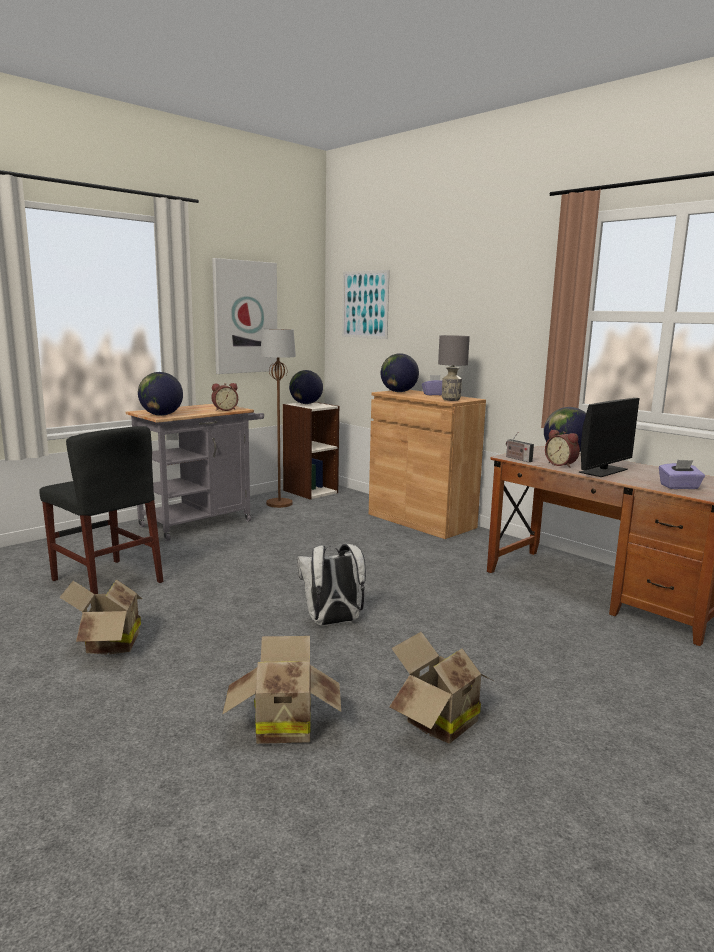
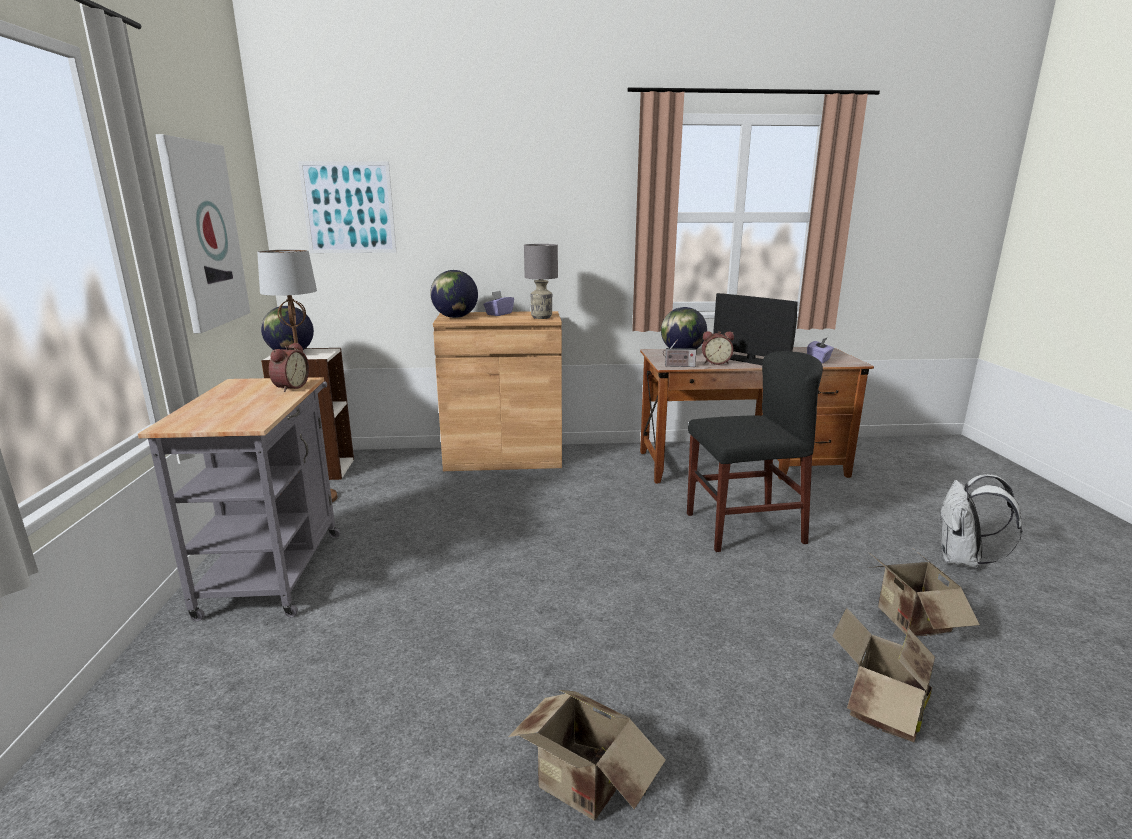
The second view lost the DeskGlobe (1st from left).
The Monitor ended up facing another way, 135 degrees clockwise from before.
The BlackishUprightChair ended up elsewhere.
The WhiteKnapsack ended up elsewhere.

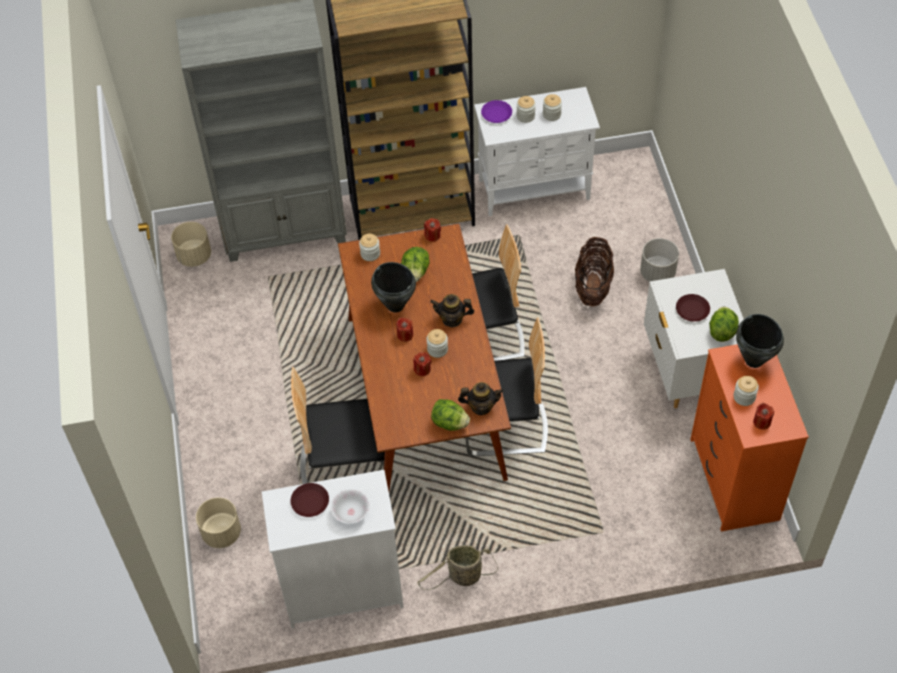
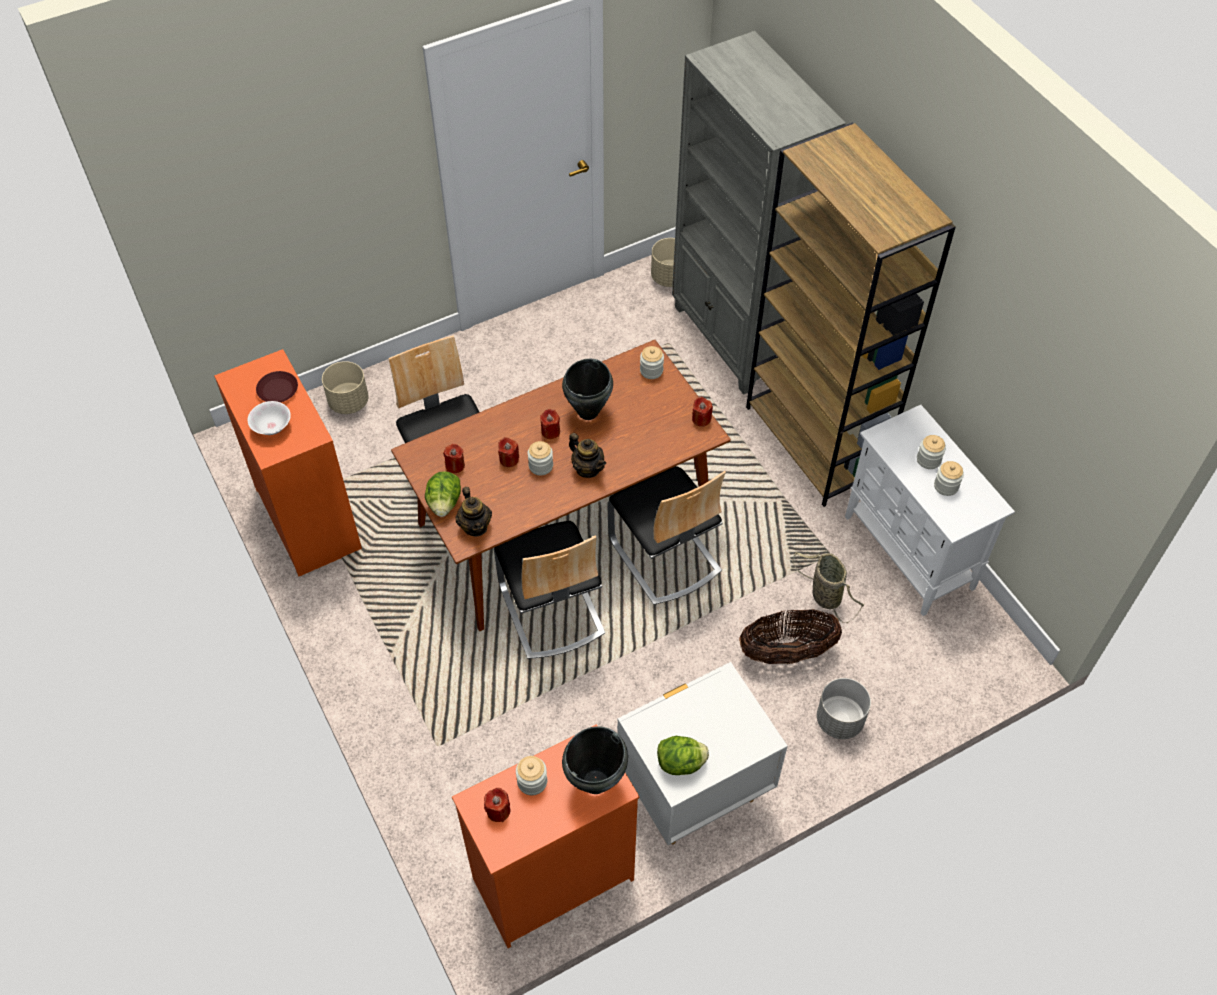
The second view lost the PurplishFlatDish.
The second view lost the HeadOfLettuce (1st from left).
The Teapot (1st from left in the first image) ended up facing another way, 150 degrees clockwise from before.
The second view lost the BrownishFlatDish (2nd from left).
What was the WhiteDrawerChest turned into the OrangeyDrawerChest (1st from left).
The HouseholdBasket (1st from left in the first image) ended up elsewhere.
The second view gained the RedColouredWaxLight (1st from left).

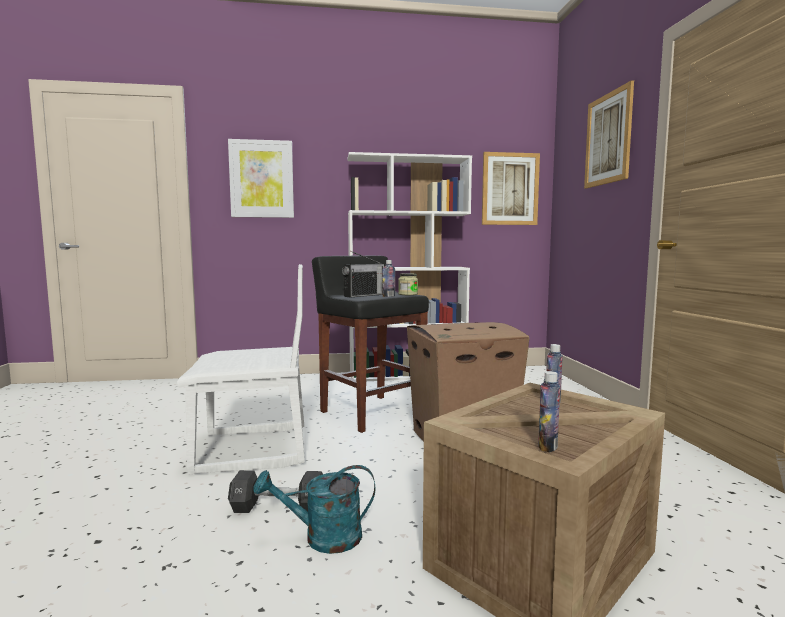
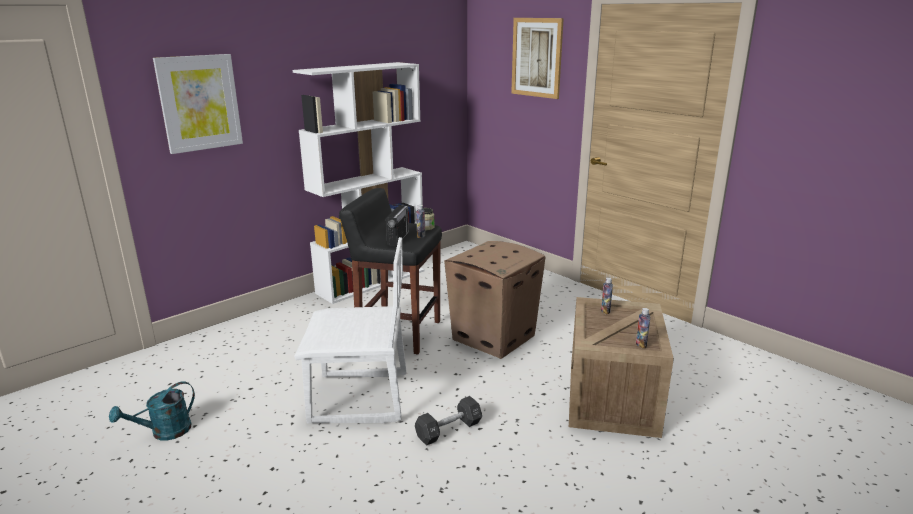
The second view lost the Picture (2nd from left).
The WhiteUprightChair ended up facing another way, 45 degrees clockwise from before.
The TurquoiseColouredSprinklingCan ended up elsewhere.

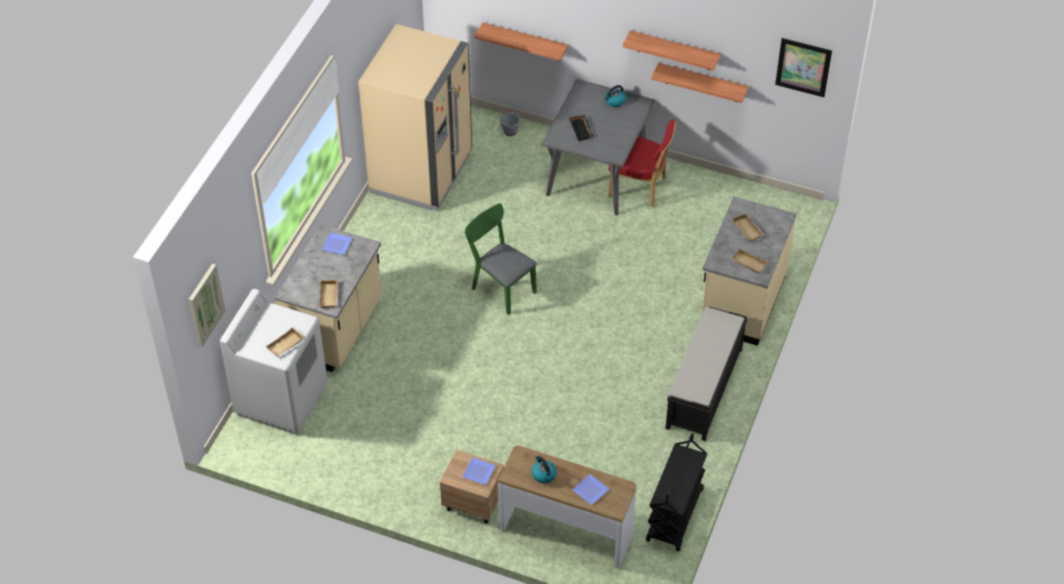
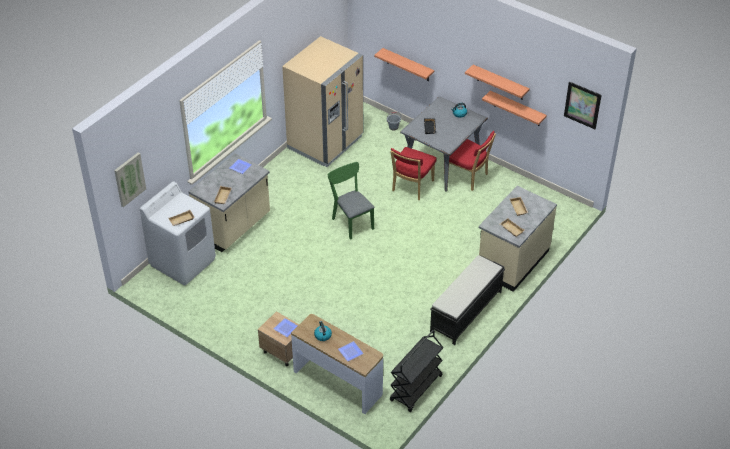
The second view gained the RedColouredUprightChair (1st from left).

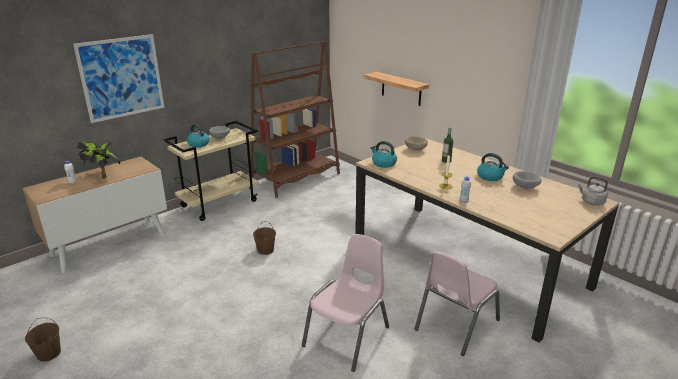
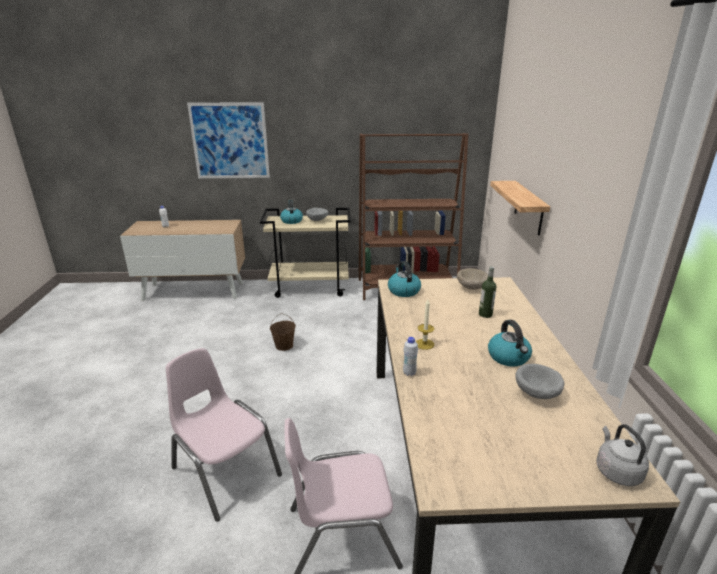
The second view lost the PlantInAPot.
The PinkColouredUprightChair (1st from left) ended up facing another way, 120 degrees counterclockwise from before.
The second view lost the BrownishWaterBucket (1st from left).

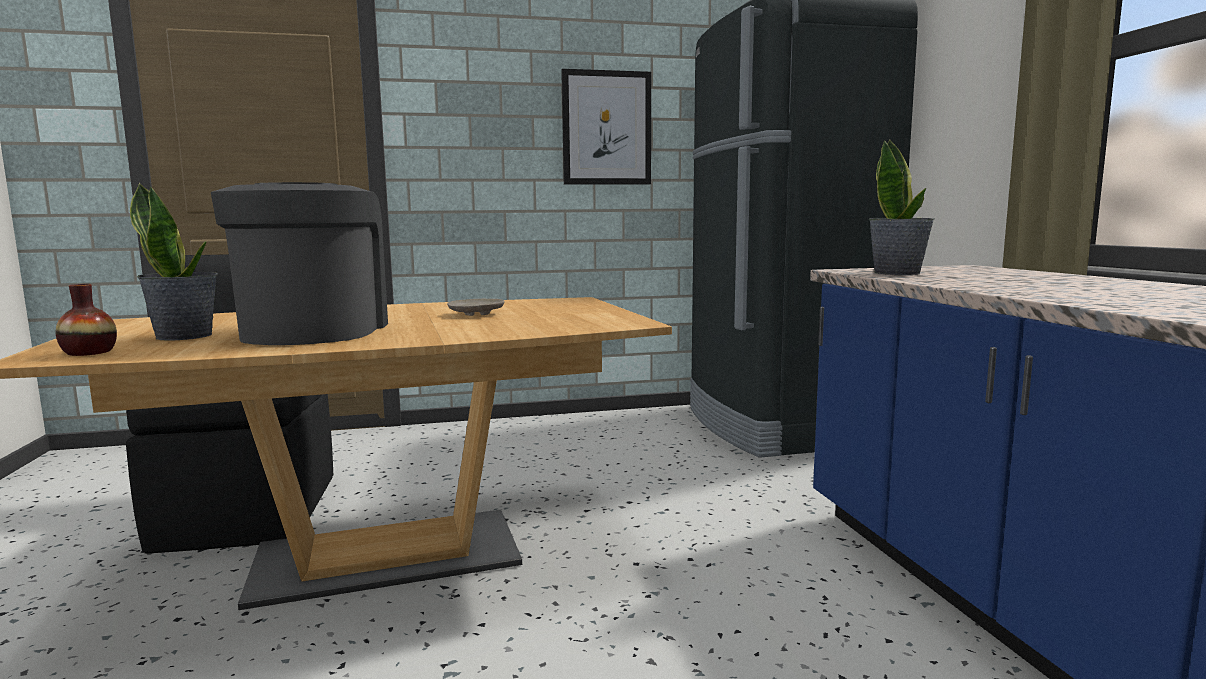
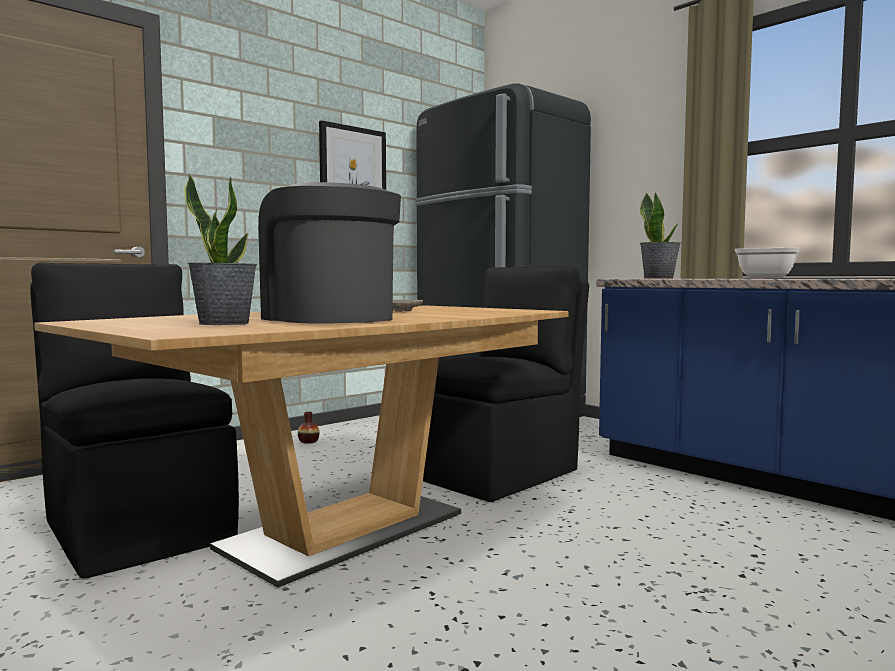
The Vase ended up elsewhere.
The second view gained the Pan.
The second view gained the BlackishUprightChair (2nd from left).

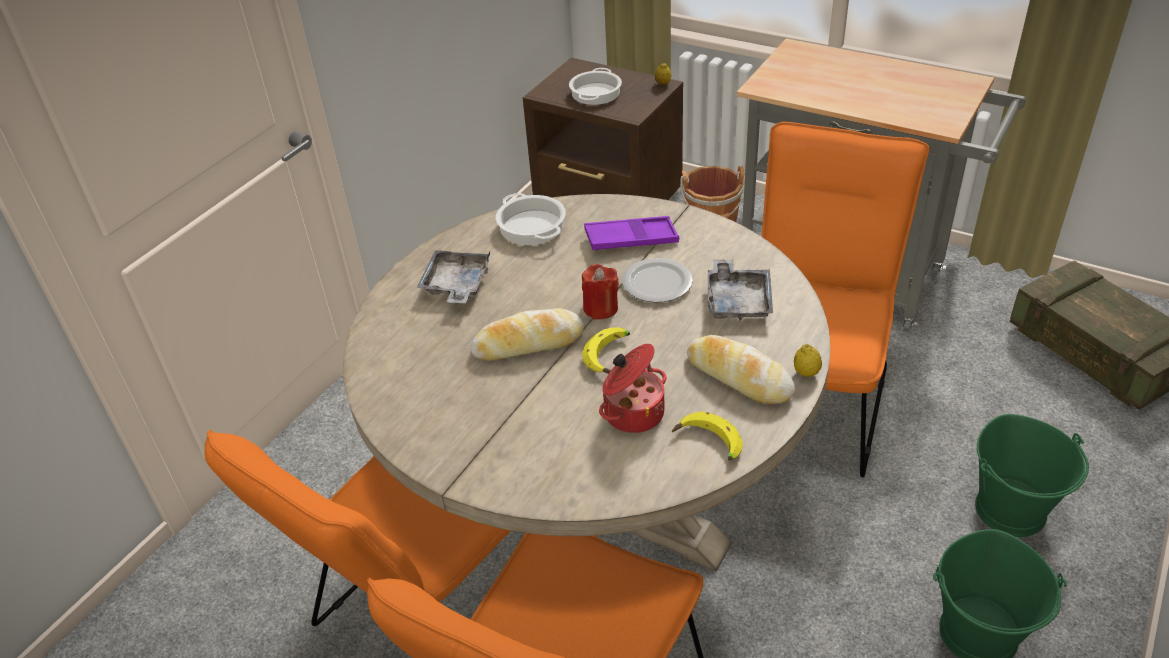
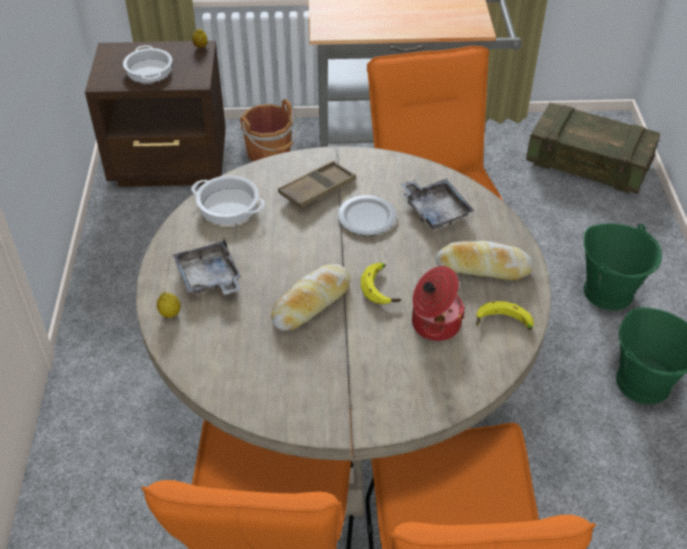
What was the PurplishTray turned into the BrownishTray.
The second view lost the RedColouredWaxLight.
The WholeLemon (2nd from left in the first image) ended up elsewhere.

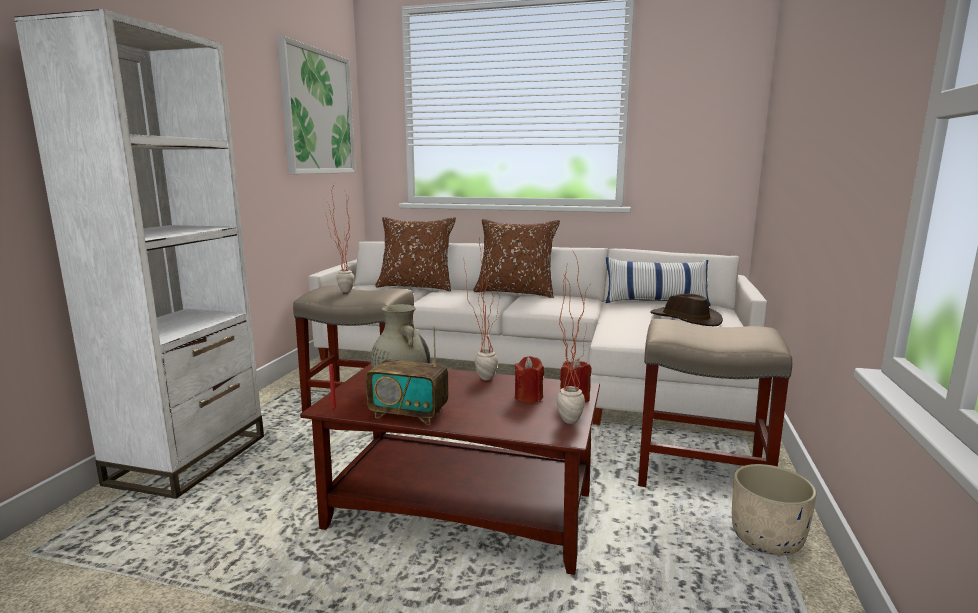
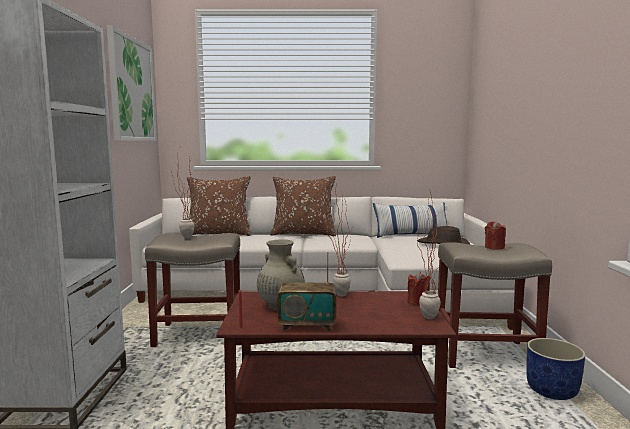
The RedColouredWaxLight (2nd from left in the first image) ended up elsewhere.
What was the SandColouredFlowerPot turned into the BlueColouredFlowerPot.

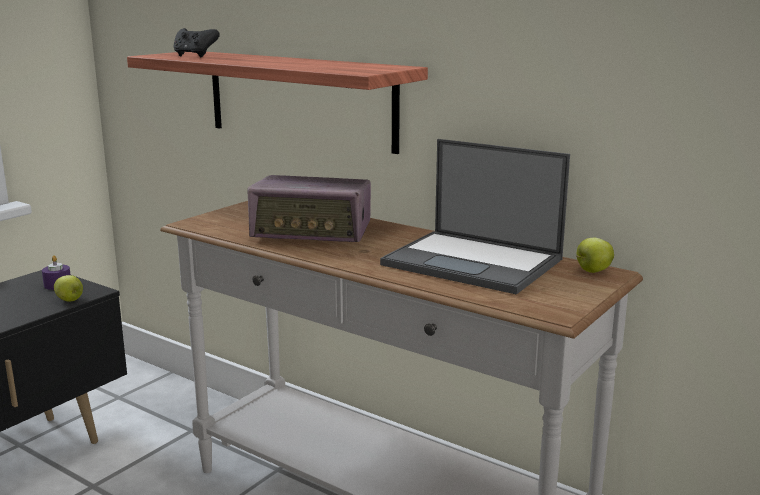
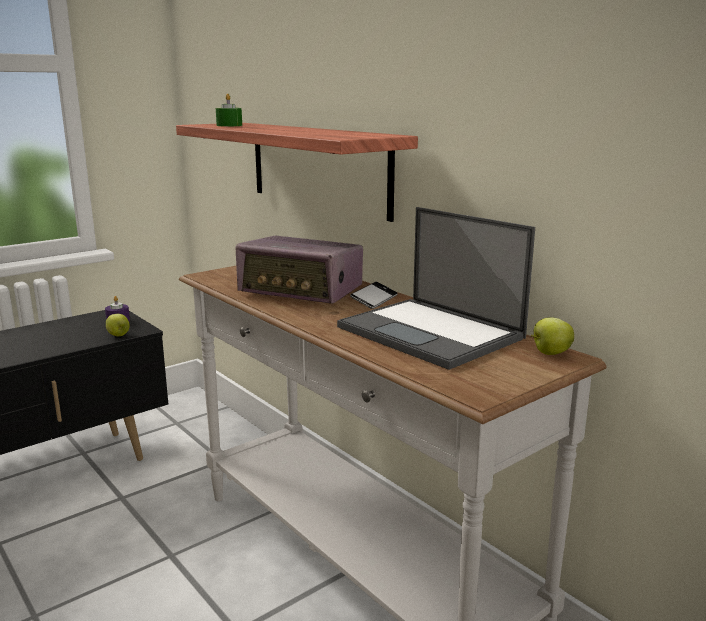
Where the BlackishJoypad stood, the GreenWaxLight came to stand.
The second view gained the Handset.

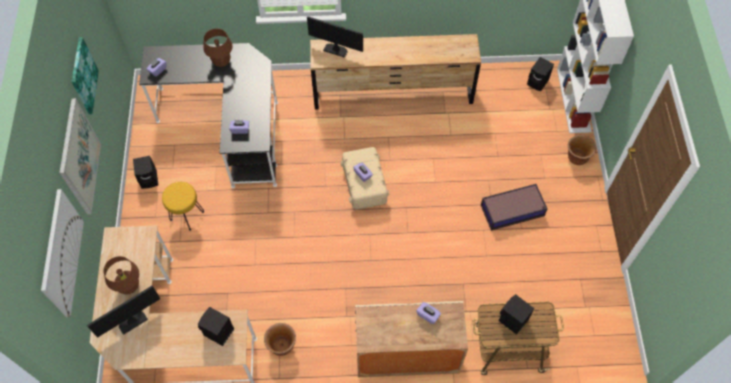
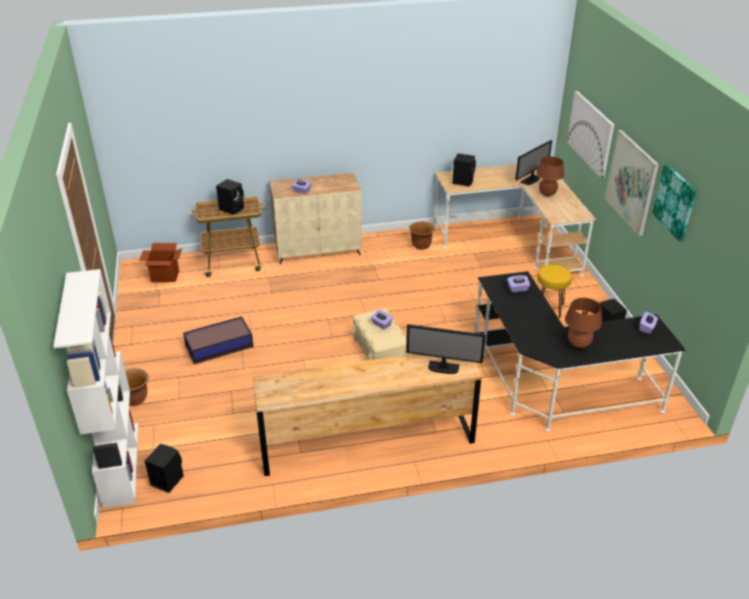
The second view gained the Carton.

